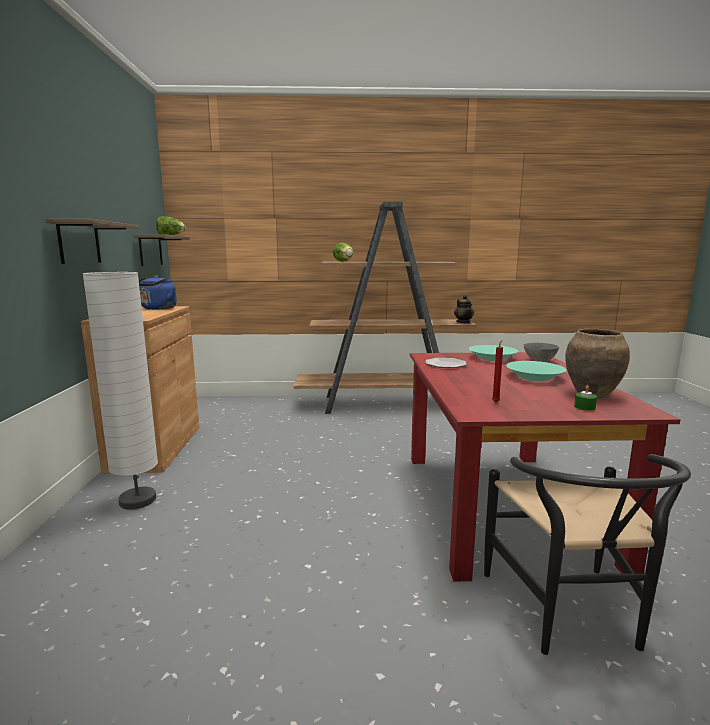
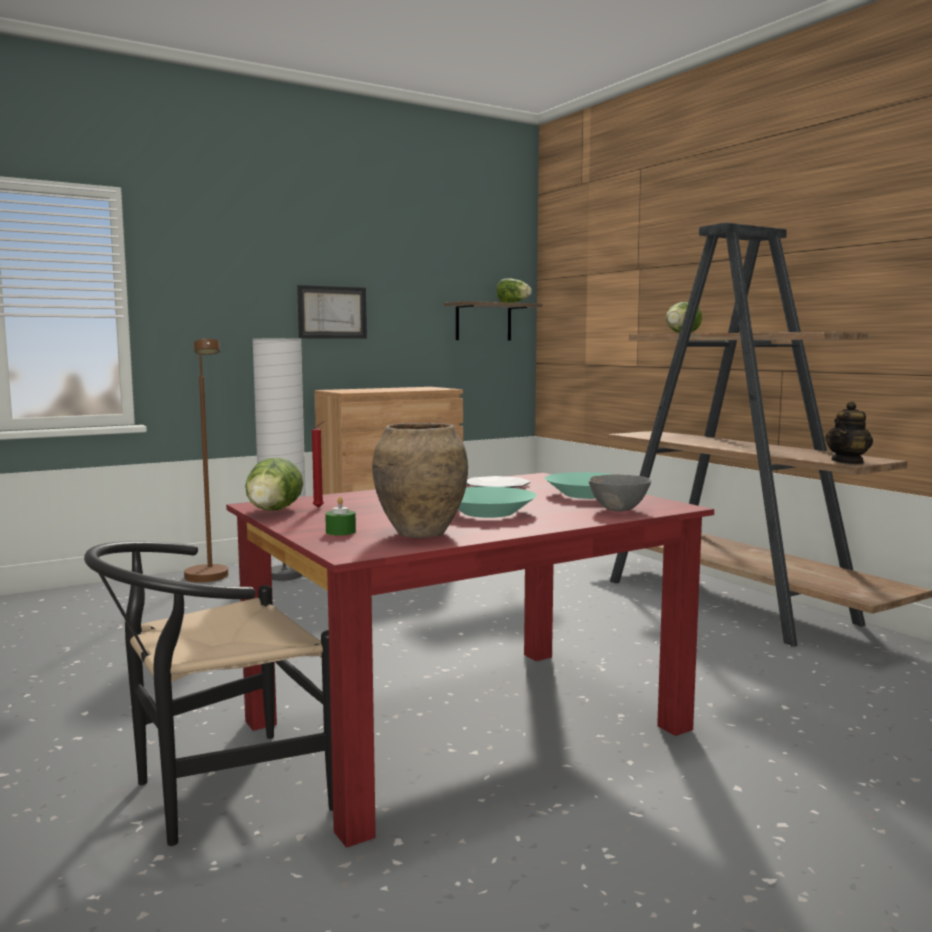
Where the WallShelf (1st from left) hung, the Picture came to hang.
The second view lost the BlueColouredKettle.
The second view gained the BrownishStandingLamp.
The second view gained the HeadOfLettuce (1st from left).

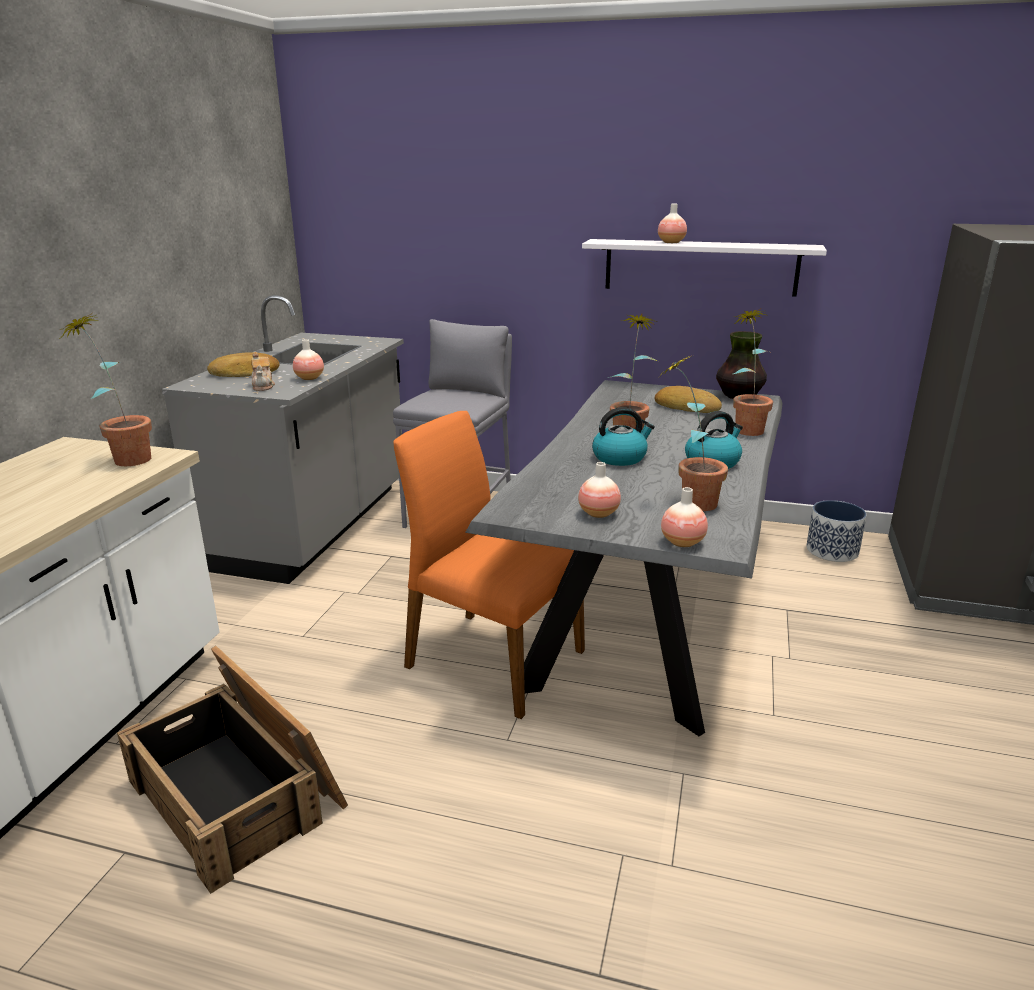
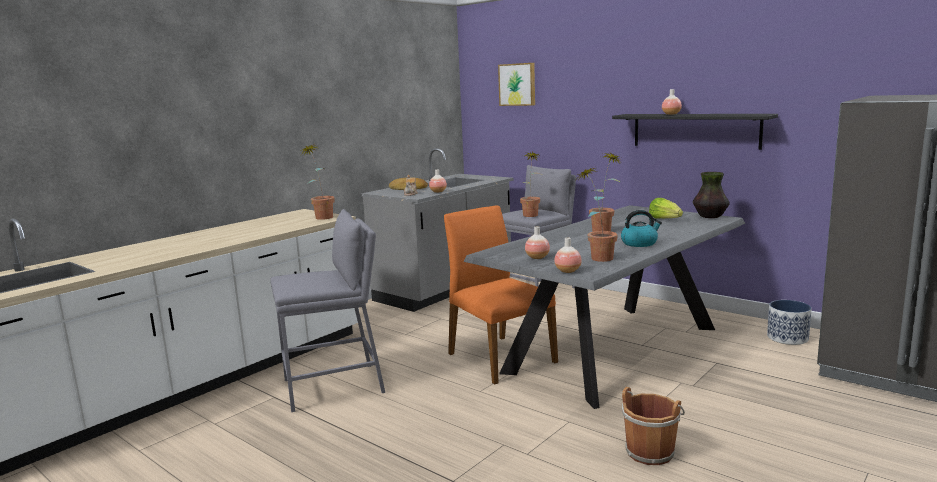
What was the WhiteWallShelf turned into the BlackishWallShelf.
The PlantInAPot (4th from left in the first image) ended up elsewhere.
Where the BakedBread (2nd from left) stood, the HeadOfLettuce came to stand.
The second view lost the Kettle (1st from left).
Where the Crate stood, the GreySittingStool (1st from left) came to stand.
The second view gained the Picture.
The second view gained the BrownishWaterBucket.

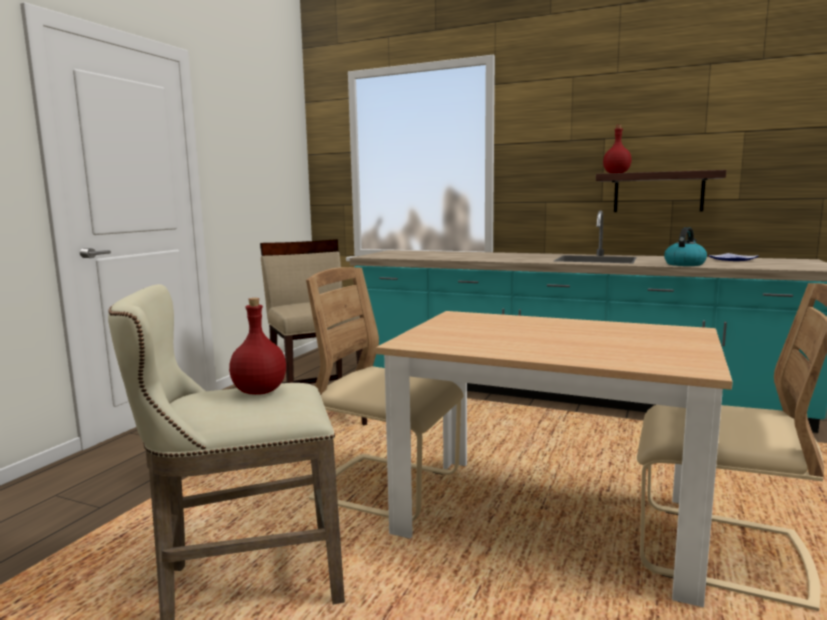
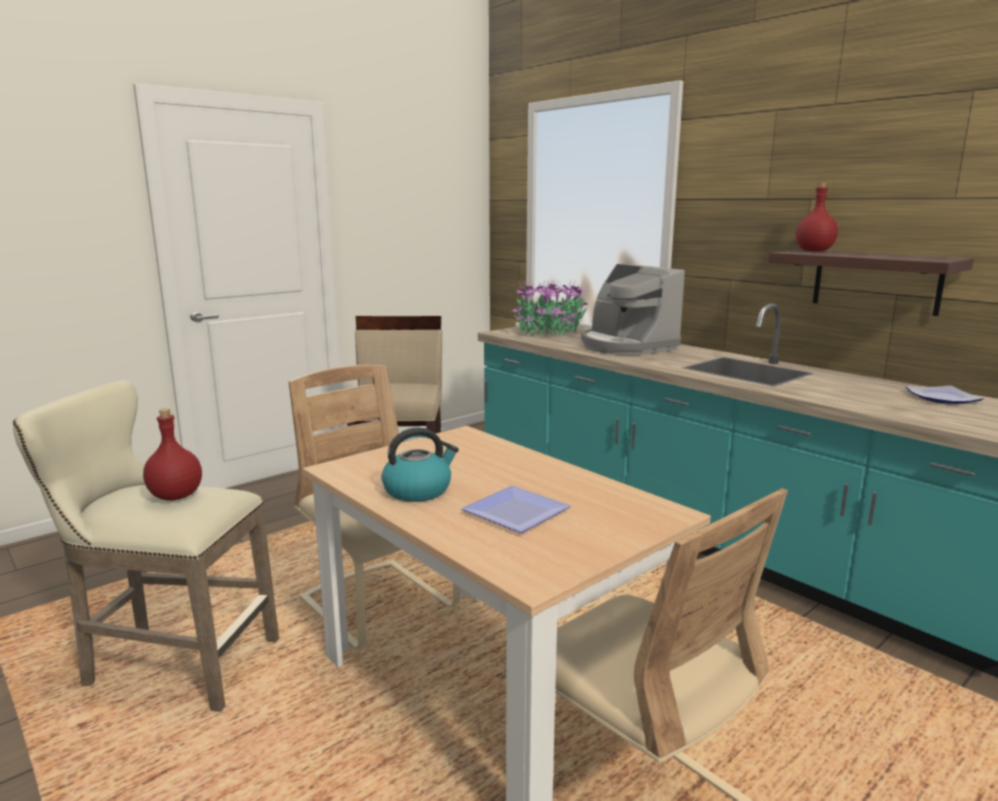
The Kettle ended up elsewhere.
The second view gained the CoffeeBrewer.
The second view gained the PlantInAPot.
The second view gained the FlatDish (1st from left).

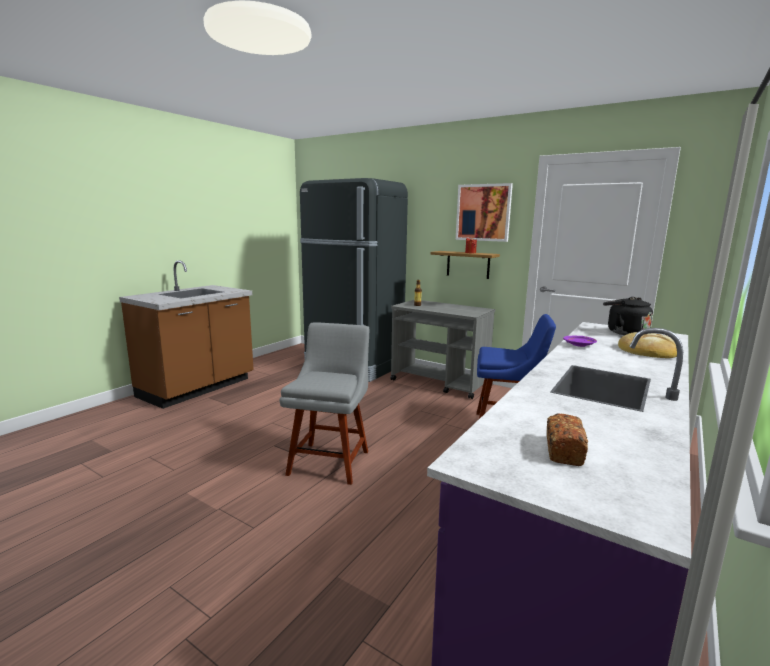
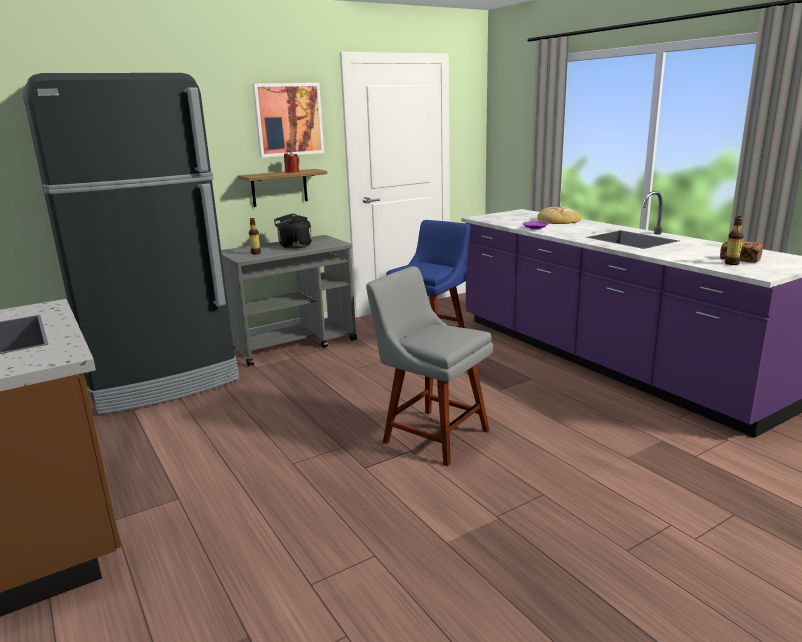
The BlackishKettle ended up elsewhere.
The second view gained the BeverageBottle (2nd from left).

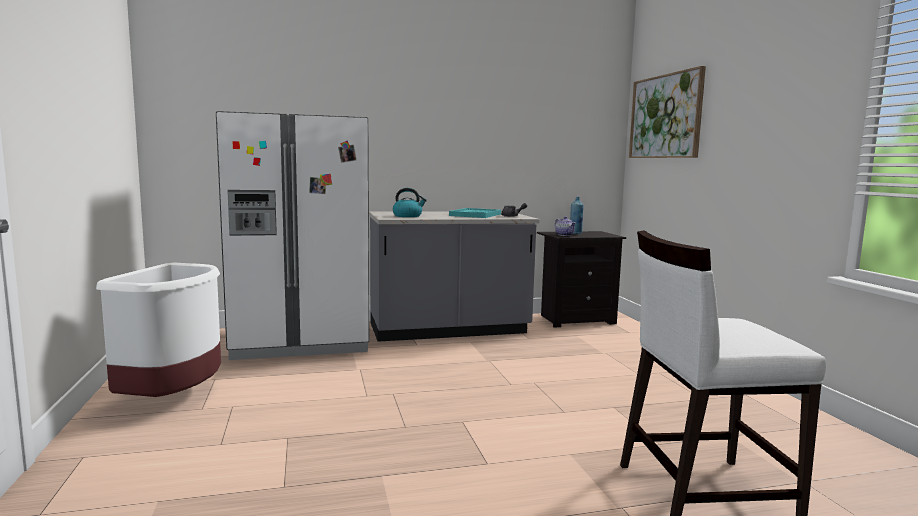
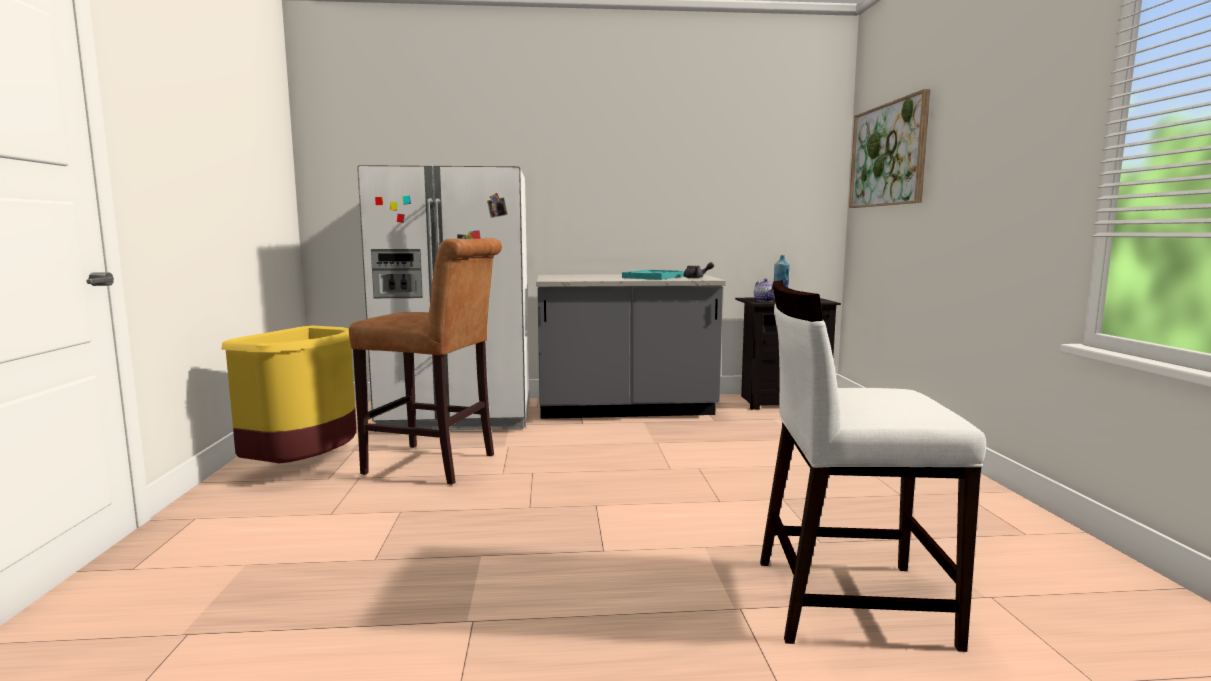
The second view lost the Kettle.
What was the WhiteTrashCan turned into the YellowTrashCan.
The second view gained the BrownishSittingStool.

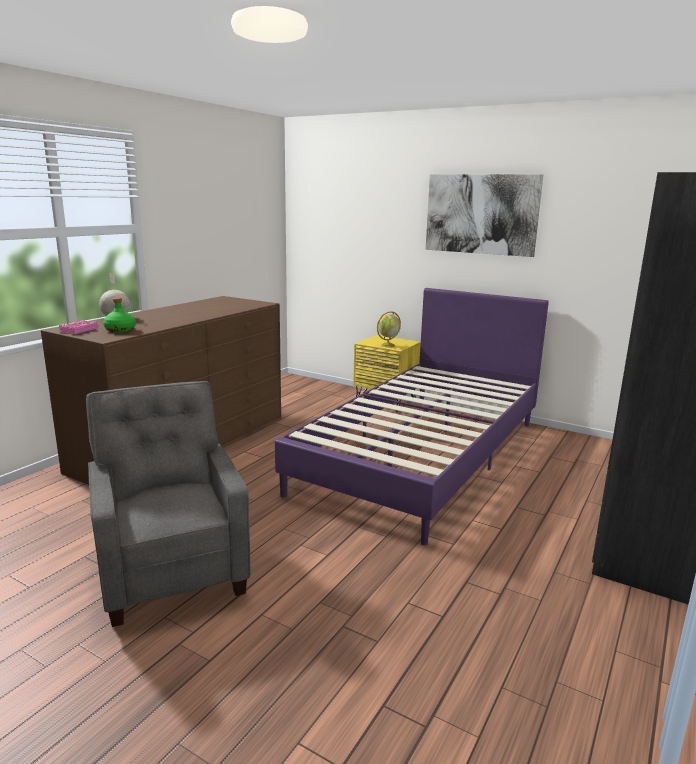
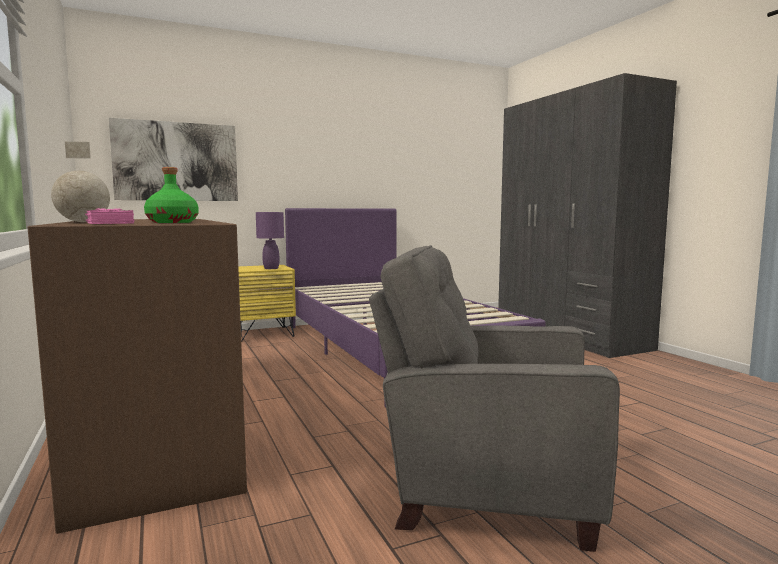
The Picture ended up elsewhere.
Where the DeskGlobe (2nd from left) stood, the PurplishTableLamp came to stand.

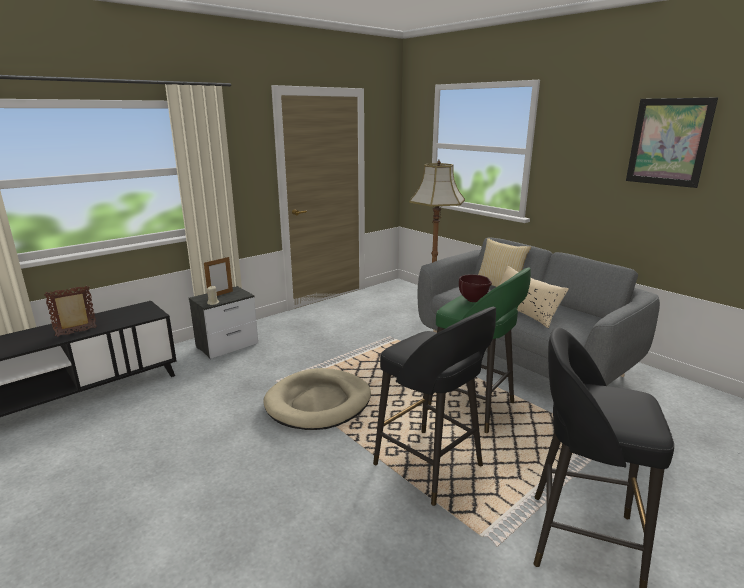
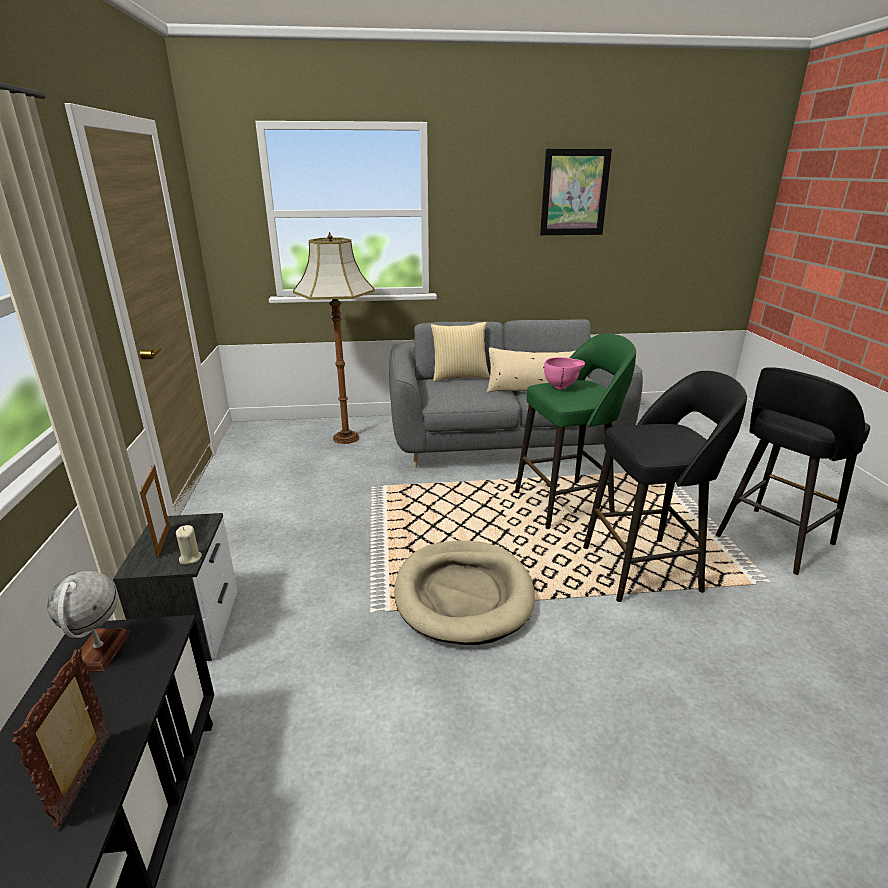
What was the BrownishBowl turned into the PinkColouredBowl.
The second view gained the DeskGlobe.

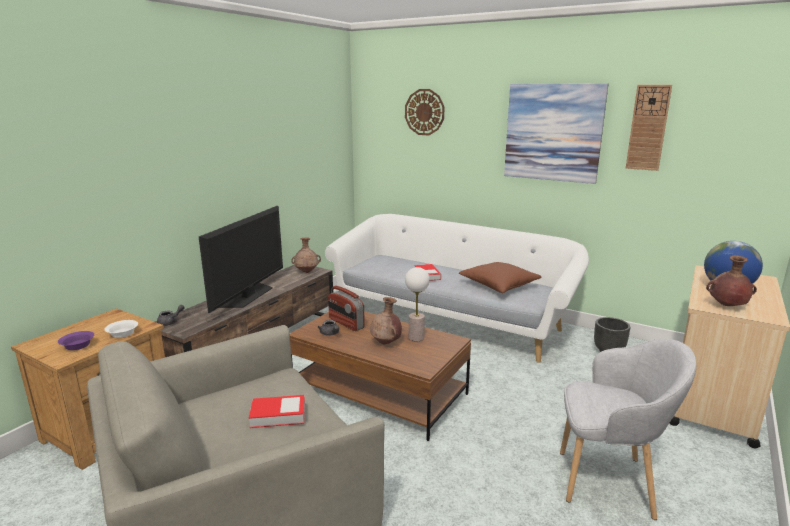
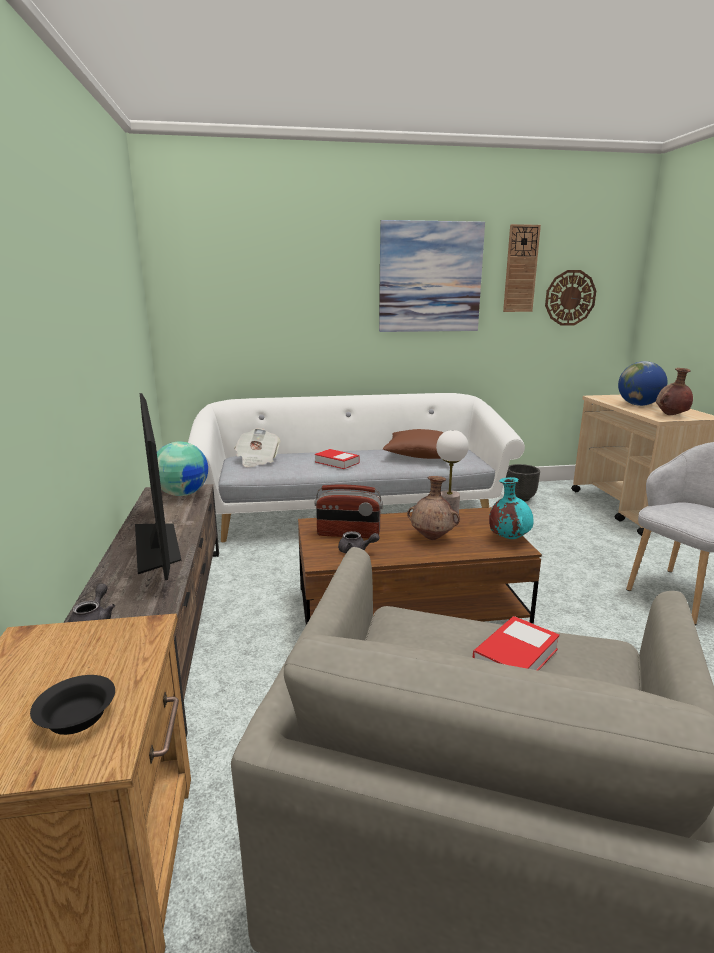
The ClockOnTheWall (1st from left in the first image) ended up elsewhere.
Where the BrownishVase (1st from left) stood, the DeskGlobe (1st from left) came to stand.
The second view lost the WhiteBowl.
What was the PurplishBowl turned into the BlackishBowl.
The second view gained the DailyPaper.
The second view gained the TurquoiseColouredVase.

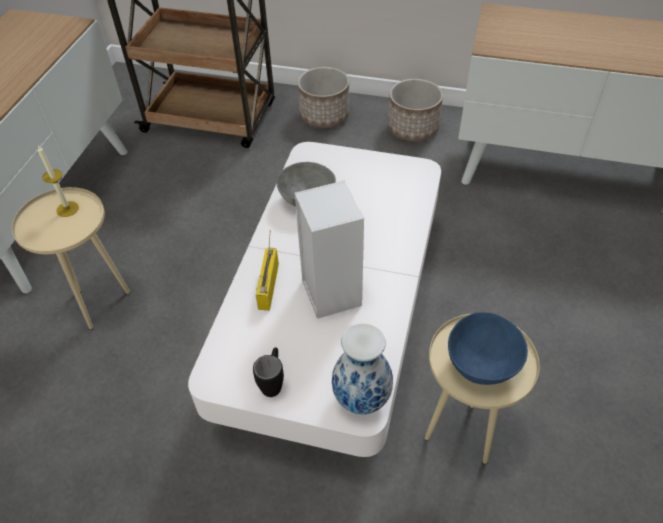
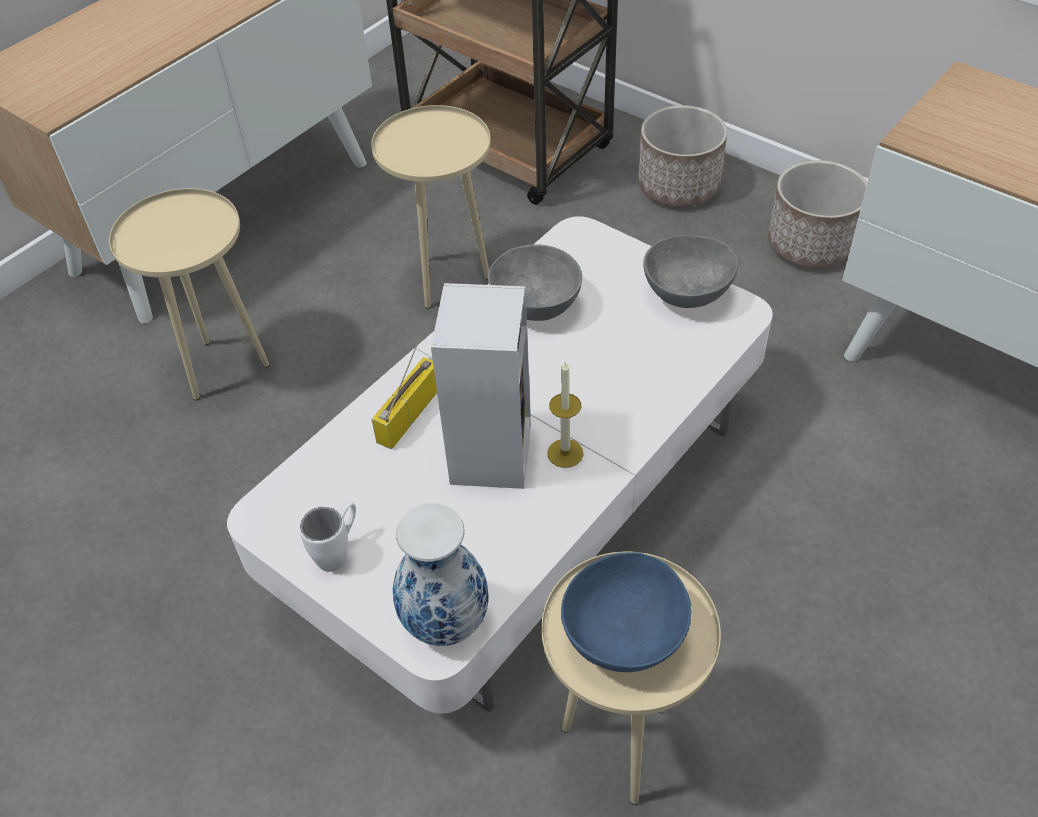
The WaxLight ended up elsewhere.
What was the BlackishCoffeeMug turned into the WhiteCoffeeMug.
The second view gained the SandColouredEndTable (2nd from left).
The second view gained the GreyBowl (2nd from left).

